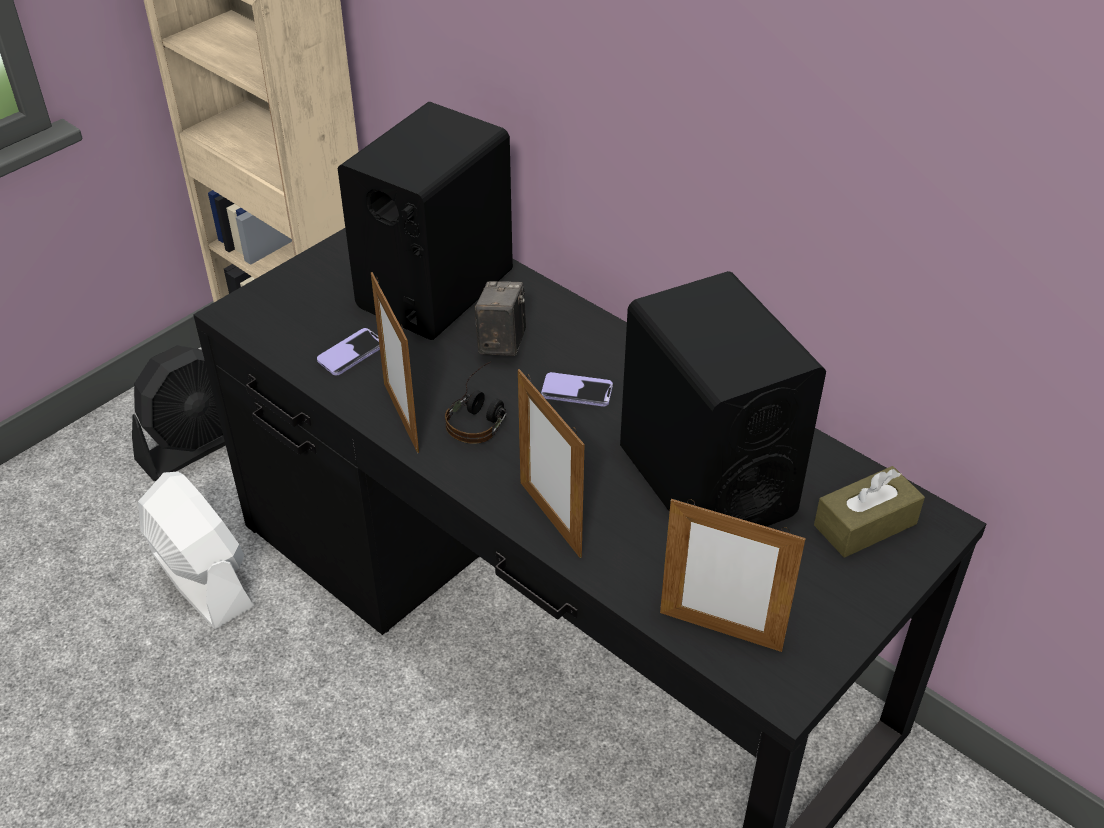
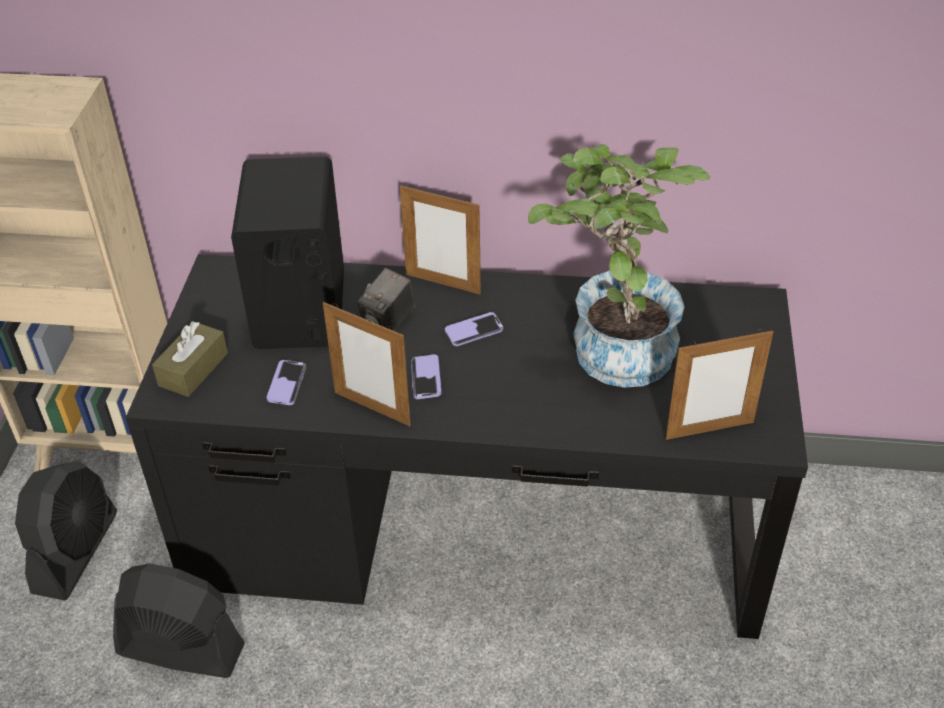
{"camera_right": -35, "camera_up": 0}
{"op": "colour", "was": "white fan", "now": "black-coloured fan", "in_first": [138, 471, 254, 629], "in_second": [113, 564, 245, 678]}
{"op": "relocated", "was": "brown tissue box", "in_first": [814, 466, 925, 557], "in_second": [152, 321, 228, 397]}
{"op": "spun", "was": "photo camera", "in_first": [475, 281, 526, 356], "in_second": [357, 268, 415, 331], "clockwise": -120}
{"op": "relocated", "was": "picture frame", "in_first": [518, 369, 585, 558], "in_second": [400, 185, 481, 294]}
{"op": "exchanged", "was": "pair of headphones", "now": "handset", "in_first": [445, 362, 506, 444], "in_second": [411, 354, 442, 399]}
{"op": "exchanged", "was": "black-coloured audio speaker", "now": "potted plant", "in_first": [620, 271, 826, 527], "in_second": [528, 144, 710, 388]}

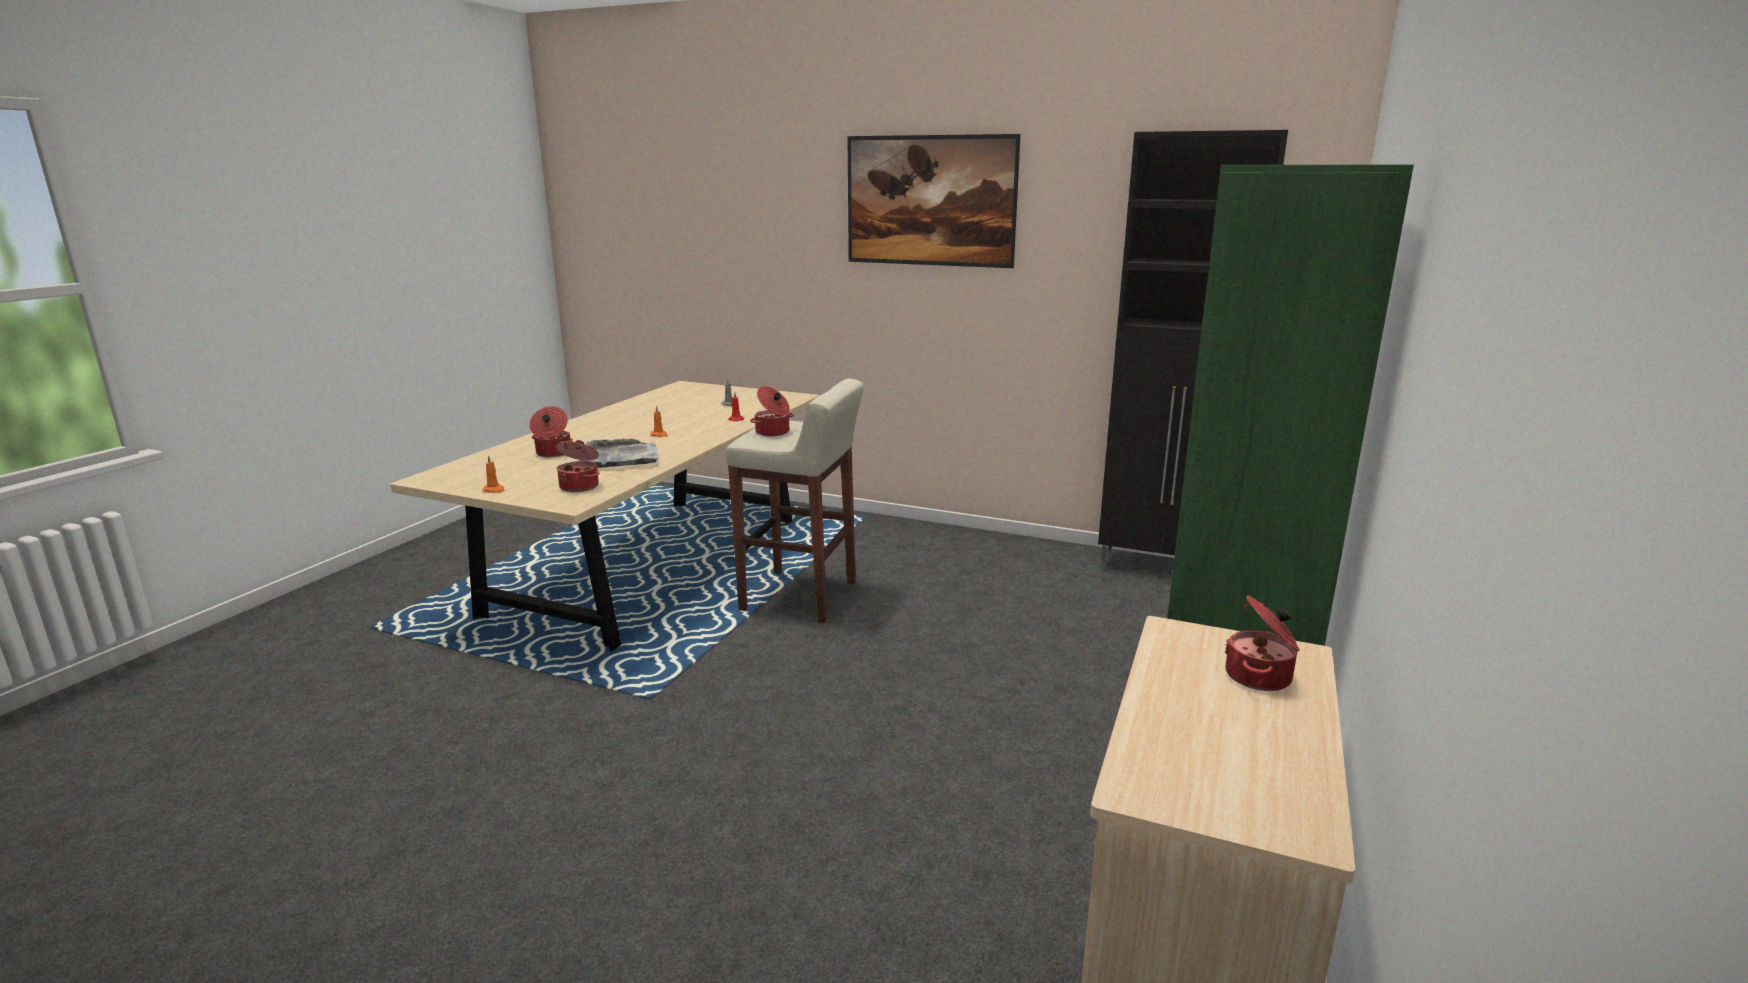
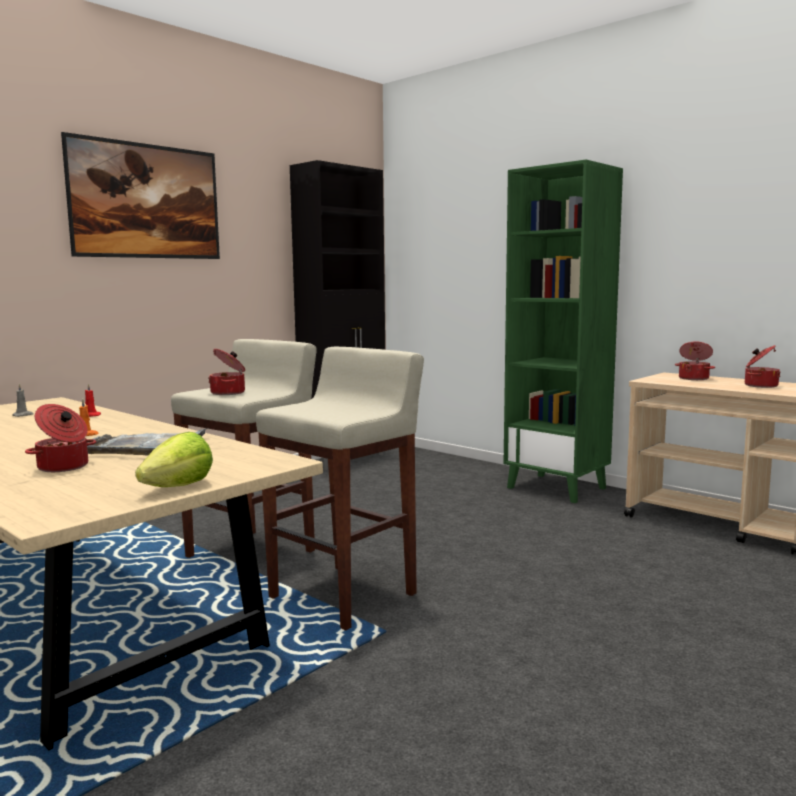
{"camera_right": -70, "camera_up": -10}
{"op": "exchanged", "was": "orangey wax light", "now": "lettuce", "in_first": [482, 455, 505, 493], "in_second": [135, 432, 213, 487]}
{"op": "appeared", "now": "beige-coloured sitting stool", "in_second": [256, 347, 424, 630]}
{"op": "relocated", "was": "stockpot", "in_first": [556, 440, 599, 492], "in_second": [745, 345, 781, 388]}

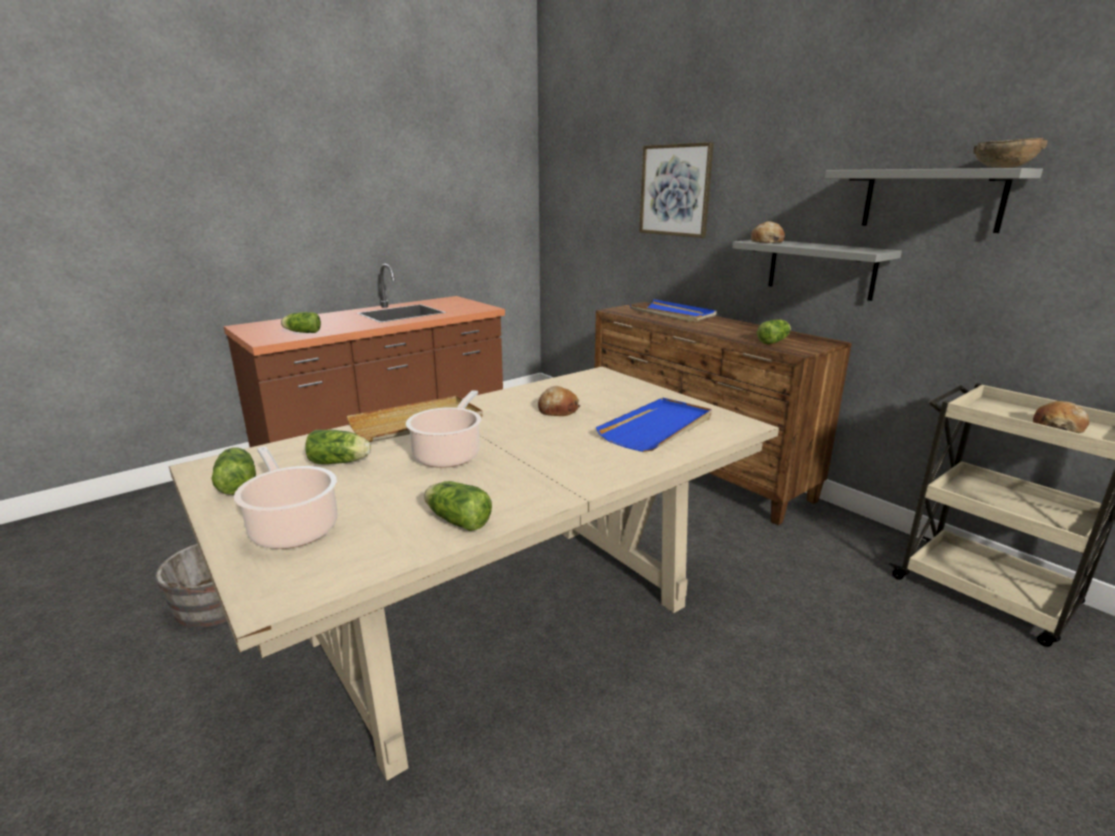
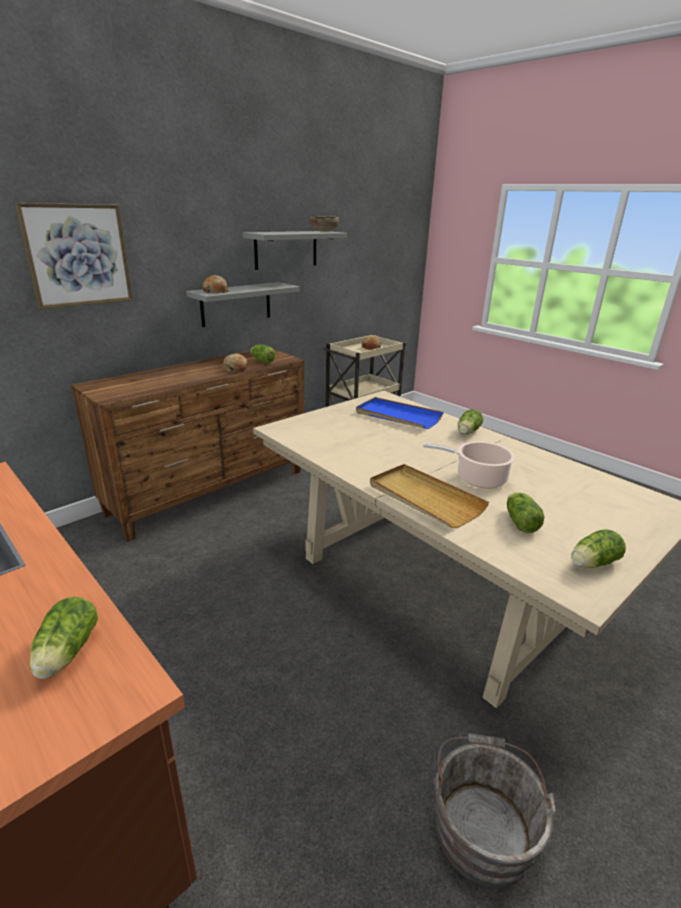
{"camera_right": -95, "camera_up": 5}
{"op": "relocated", "was": "bread", "in_first": [538, 386, 580, 416], "in_second": [223, 353, 248, 372]}
{"op": "relocated", "was": "lettuce", "in_first": [424, 481, 492, 531], "in_second": [458, 409, 483, 434]}
{"op": "missing", "was": "stockpot", "in_first": [234, 446, 337, 549]}
{"op": "missing", "was": "blue carrying tray", "in_first": [630, 299, 717, 323]}

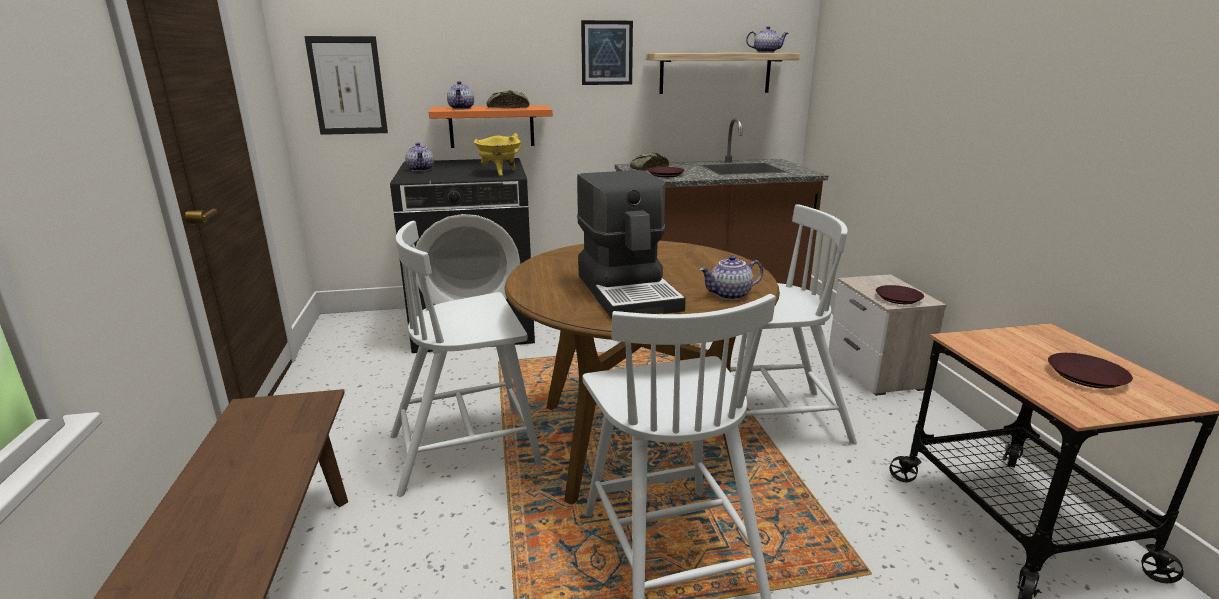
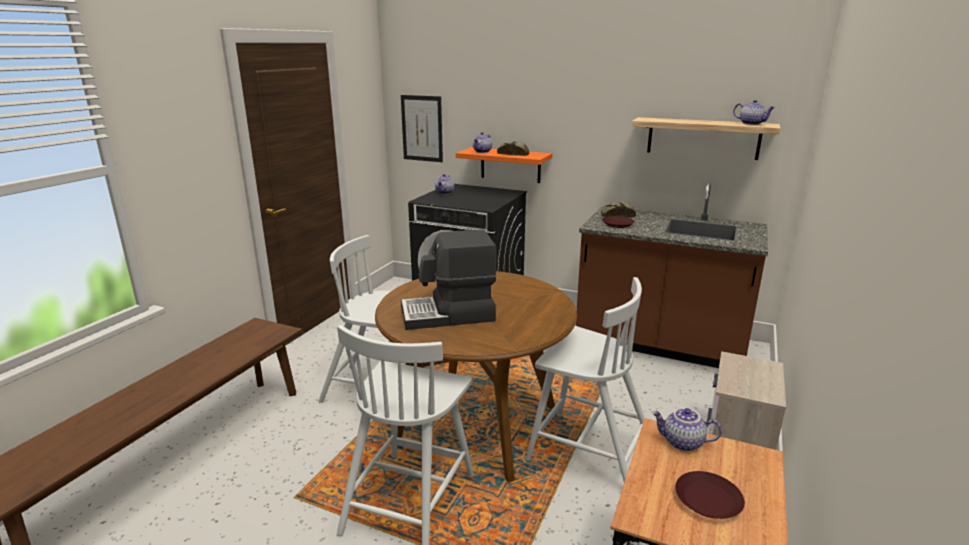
{"camera_right": 35, "camera_up": 0}
{"op": "spun", "was": "coffee maker", "in_first": [577, 170, 686, 319], "in_second": [401, 229, 496, 330], "clockwise": 60}
{"op": "relocated", "was": "pot for tea", "in_first": [699, 255, 763, 300], "in_second": [651, 408, 722, 451]}
{"op": "missing", "was": "yellowish stockpot", "in_first": [474, 133, 521, 176]}
{"op": "missing", "was": "wall picture", "in_first": [581, 20, 633, 85]}
{"op": "missing", "was": "brown plate", "in_first": [876, 285, 924, 304]}

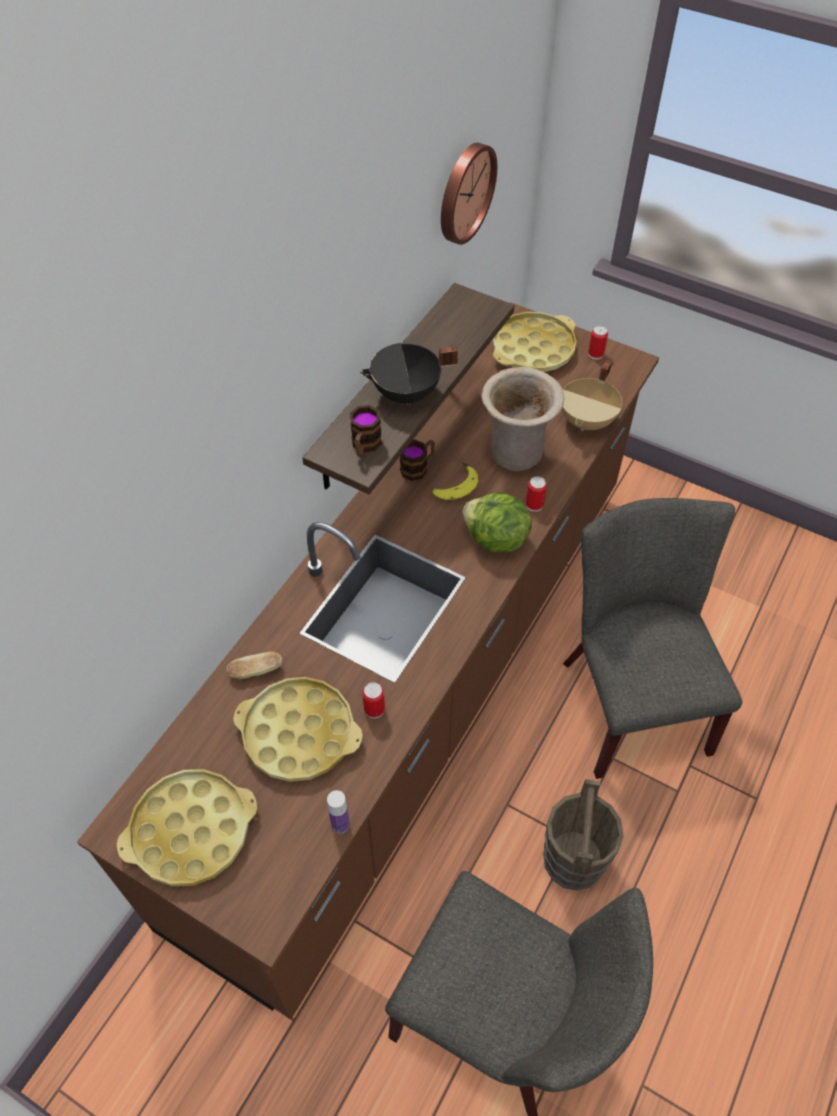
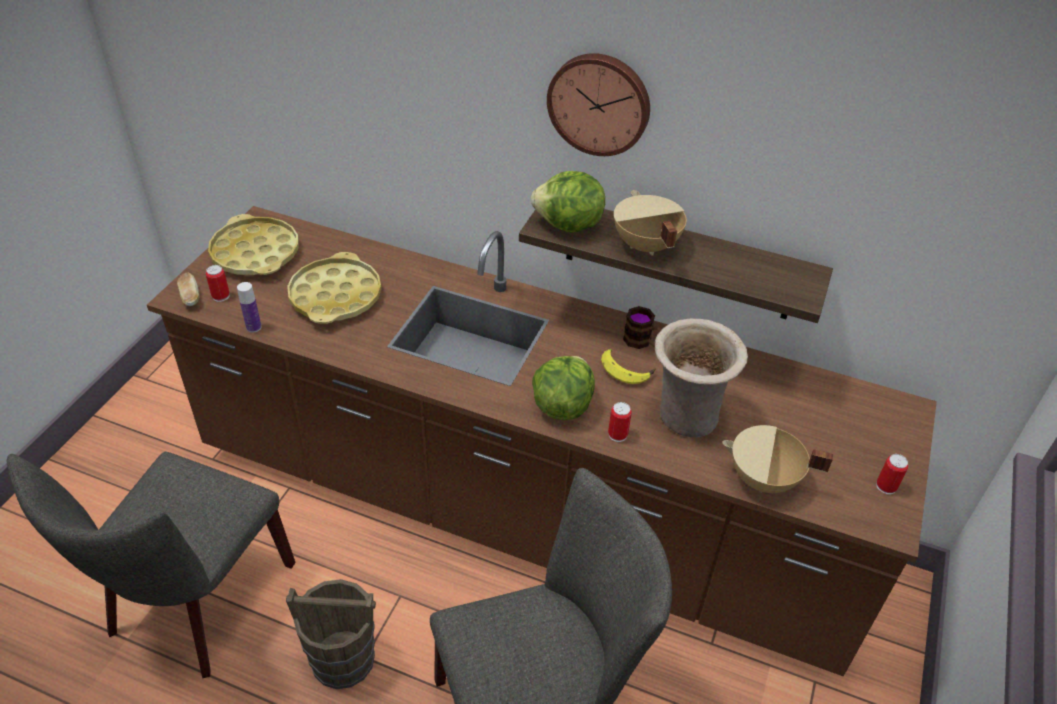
{"camera_right": 80, "camera_up": -10}
{"op": "relocated", "was": "bread", "in_first": [227, 651, 282, 679], "in_second": [177, 273, 199, 306]}
{"op": "relocated", "was": "sealed can", "in_first": [362, 682, 385, 719], "in_second": [206, 265, 230, 302]}
{"op": "exchanged", "was": "coffee mug", "now": "lettuce", "in_first": [350, 405, 382, 456], "in_second": [531, 171, 605, 233]}
{"op": "relocated", "was": "hanging clock", "in_first": [441, 143, 497, 245], "in_second": [547, 53, 650, 156]}
{"op": "colour", "was": "black-coloured stockpot", "now": "beige-coloured stockpot", "in_first": [360, 343, 458, 406], "in_second": [614, 190, 687, 256]}
{"op": "missing", "was": "yellowish carrying tray", "in_first": [493, 312, 577, 372]}

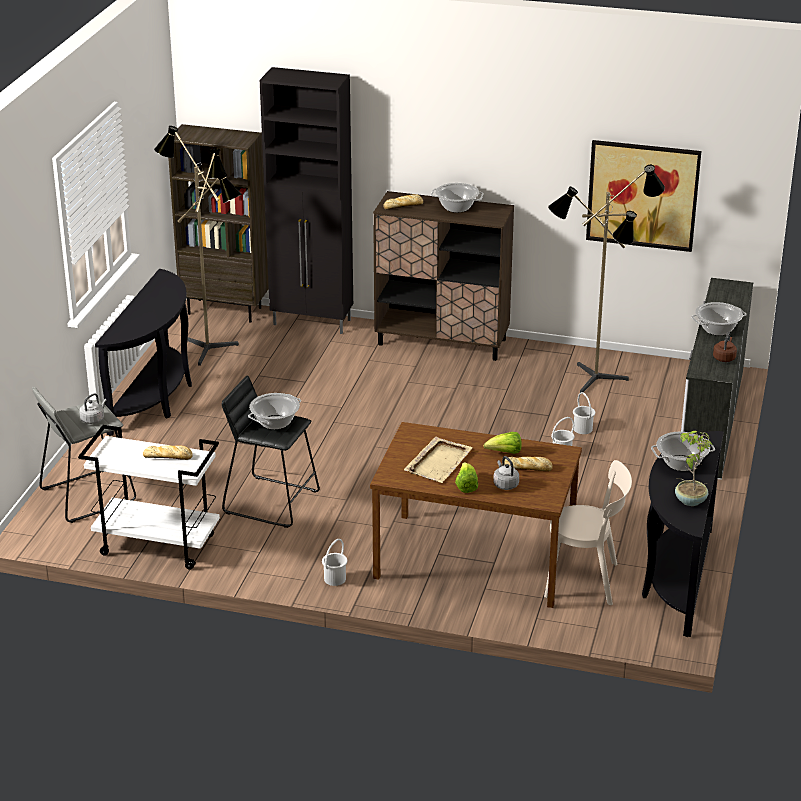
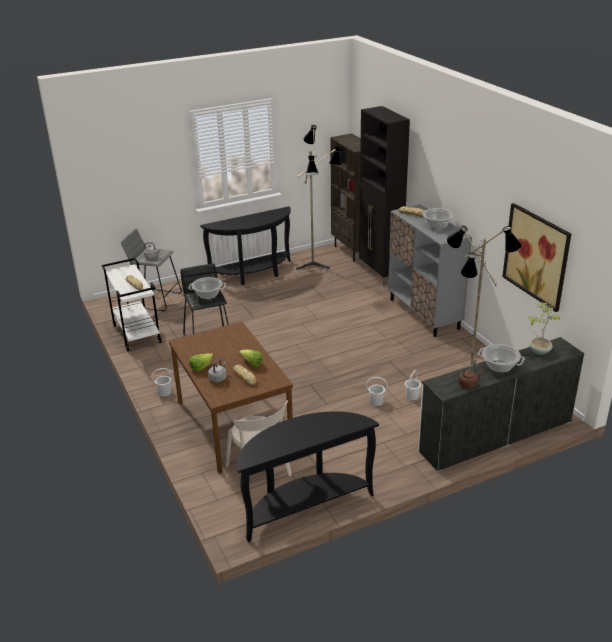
{"camera_right": 50, "camera_up": 0}
{"op": "colour", "was": "brown cabinet", "now": "gray cabinet", "in_first": [373, 191, 514, 361], "in_second": [388, 204, 472, 337]}
{"op": "relocated", "was": "potted plant", "in_first": [675, 431, 713, 506], "in_second": [528, 302, 560, 355]}
{"op": "missing", "was": "beige-coloured carrying tray", "in_first": [404, 437, 473, 483]}
{"op": "missing", "was": "stockpot", "in_first": [651, 432, 715, 471]}

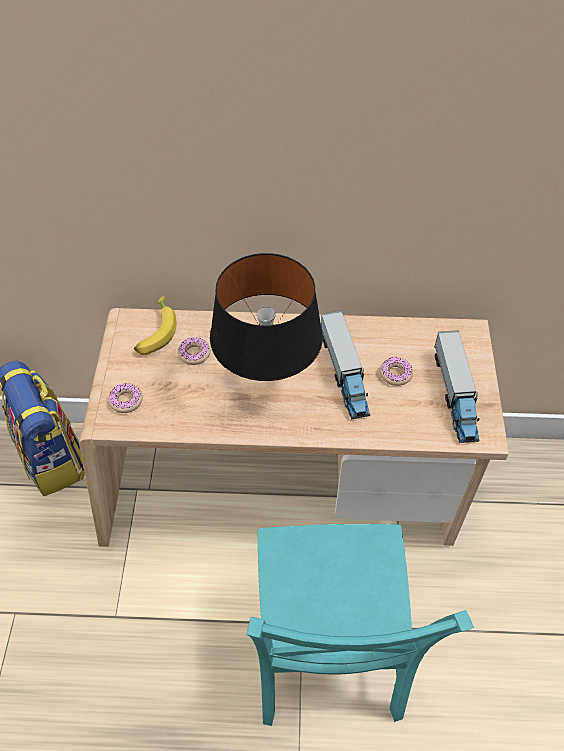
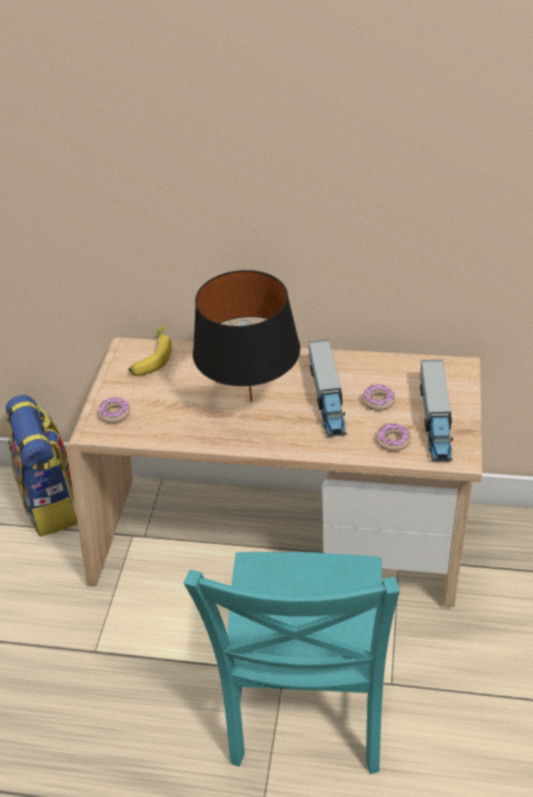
{"camera_right": 10, "camera_up": -10}
{"op": "relocated", "was": "doughnut", "in_first": [178, 337, 210, 365], "in_second": [376, 423, 411, 451]}

